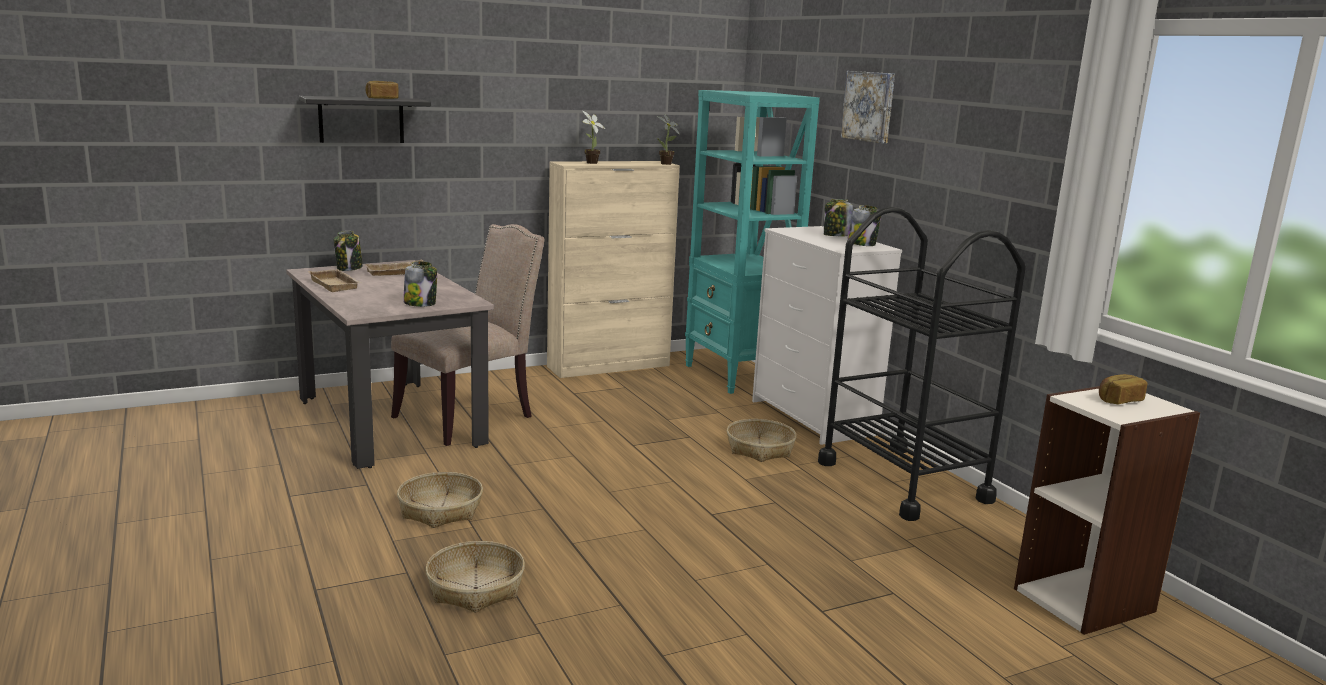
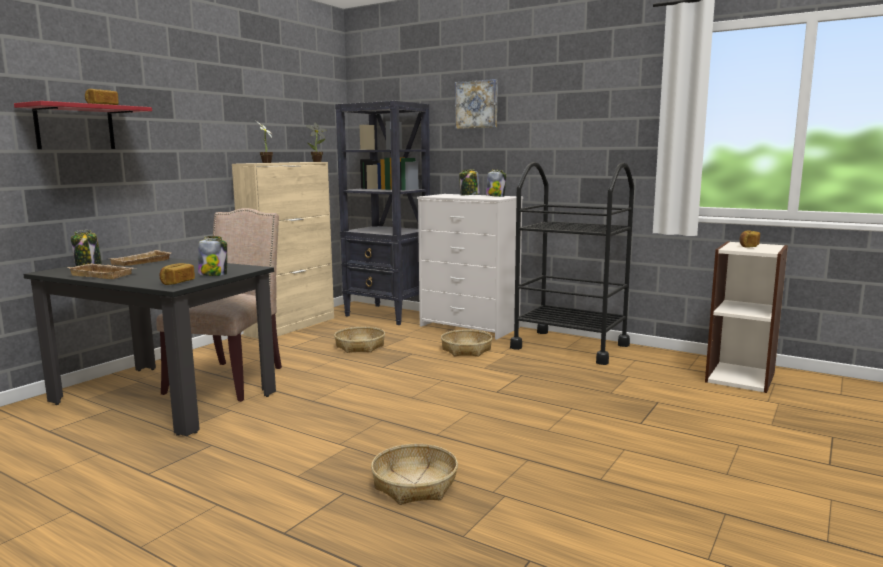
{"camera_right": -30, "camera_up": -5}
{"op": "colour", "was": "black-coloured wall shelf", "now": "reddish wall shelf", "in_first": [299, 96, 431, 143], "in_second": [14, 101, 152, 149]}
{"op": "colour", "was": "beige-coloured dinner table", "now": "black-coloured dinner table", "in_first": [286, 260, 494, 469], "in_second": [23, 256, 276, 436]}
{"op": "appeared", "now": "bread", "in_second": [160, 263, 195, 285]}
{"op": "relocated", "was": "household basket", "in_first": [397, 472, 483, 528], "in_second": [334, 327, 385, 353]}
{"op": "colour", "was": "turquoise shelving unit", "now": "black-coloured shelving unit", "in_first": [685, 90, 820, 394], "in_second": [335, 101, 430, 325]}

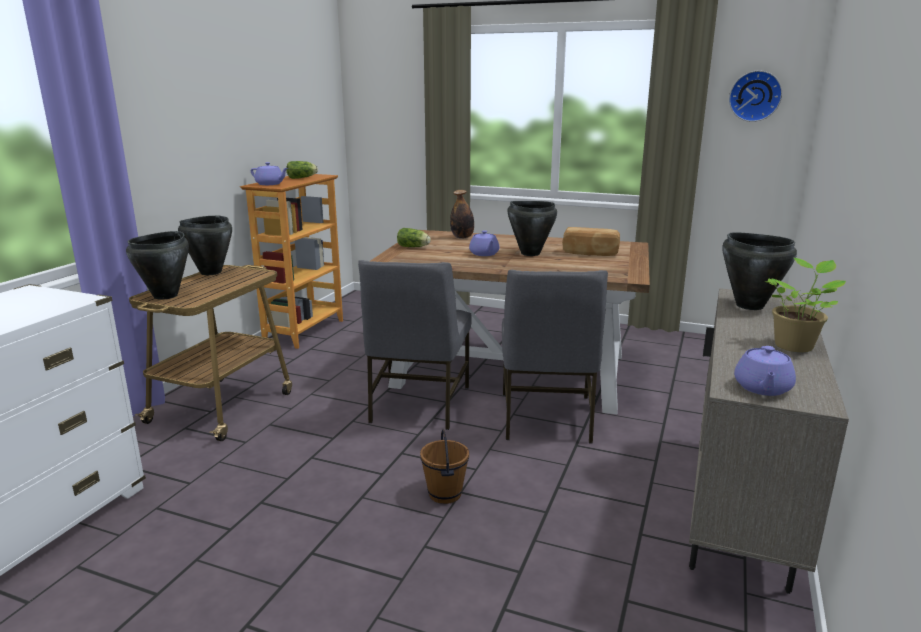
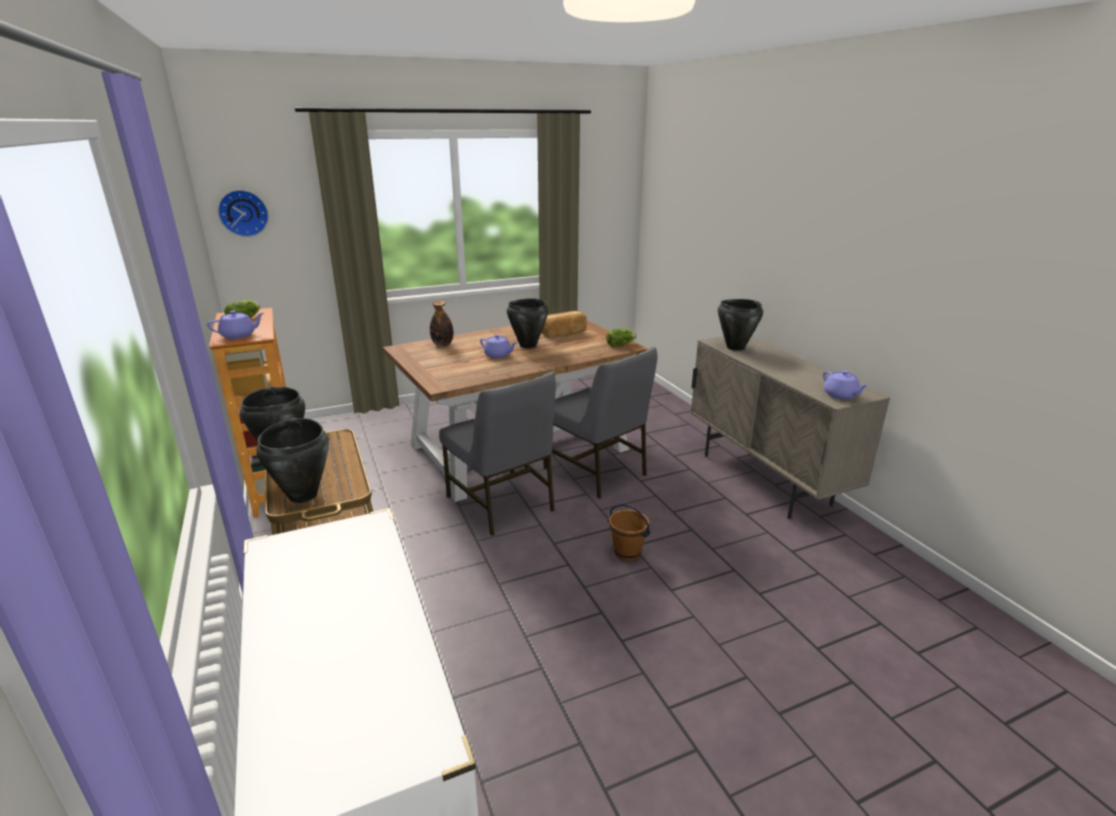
{"camera_right": -45, "camera_up": 5}
{"op": "relocated", "was": "hanging clock", "in_first": [729, 70, 782, 122], "in_second": [218, 190, 269, 237]}
{"op": "relocated", "was": "lettuce", "in_first": [397, 228, 431, 247], "in_second": [606, 329, 636, 347]}
{"op": "missing", "was": "potted plant", "in_first": [764, 258, 846, 352]}

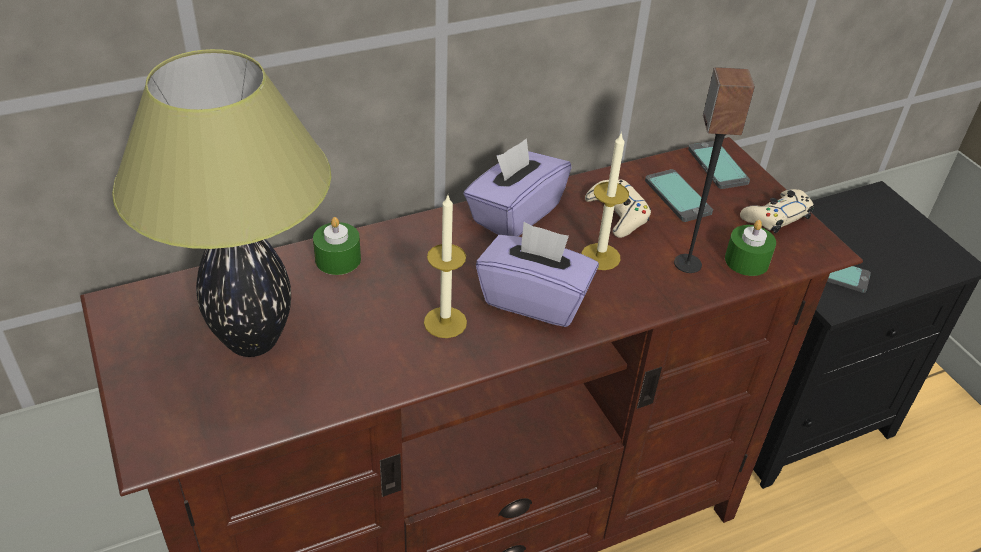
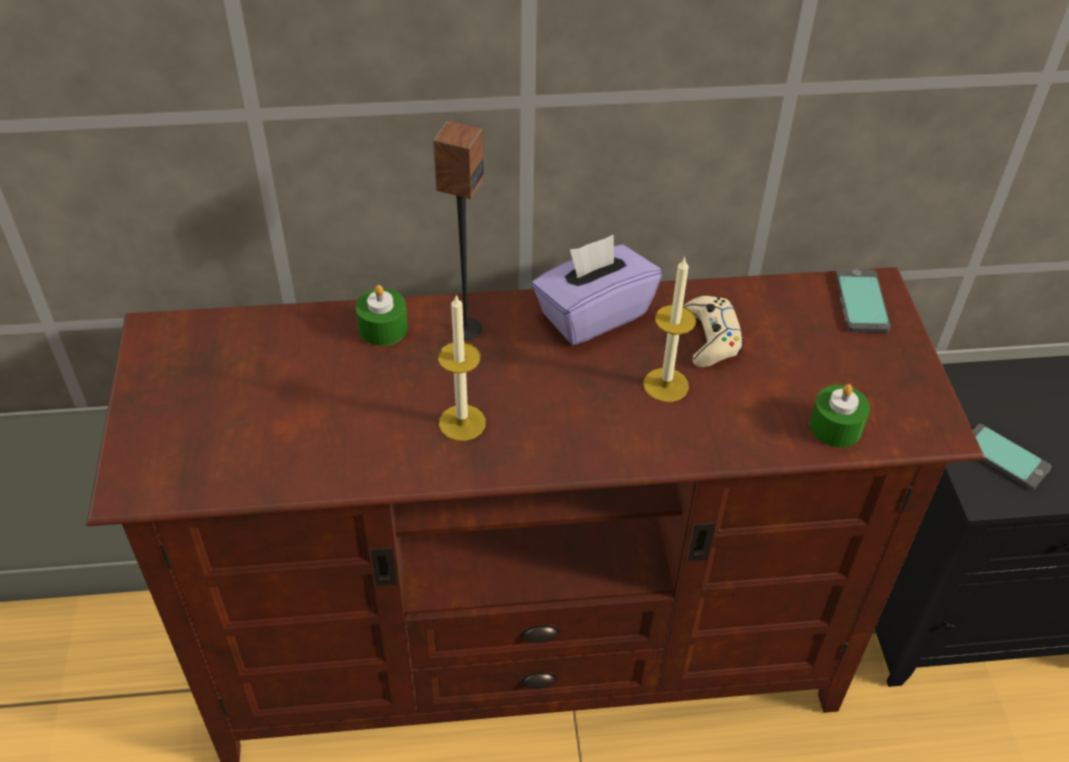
{"camera_right": 20, "camera_up": 5}
{"op": "relocated", "was": "audio speaker", "in_first": [674, 67, 755, 273], "in_second": [433, 121, 484, 340]}
{"op": "missing", "was": "lamp for a table", "in_first": [112, 49, 331, 357]}
{"op": "missing", "was": "purple tissue box", "in_first": [476, 222, 599, 327]}
{"op": "missing", "was": "handset", "in_first": [645, 169, 713, 222]}
{"op": "missing", "was": "beige-coloured gamepad", "in_first": [740, 189, 814, 233]}

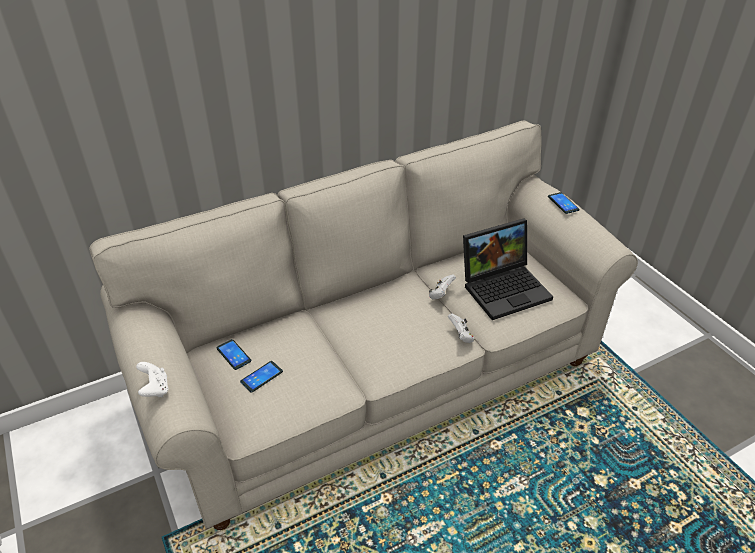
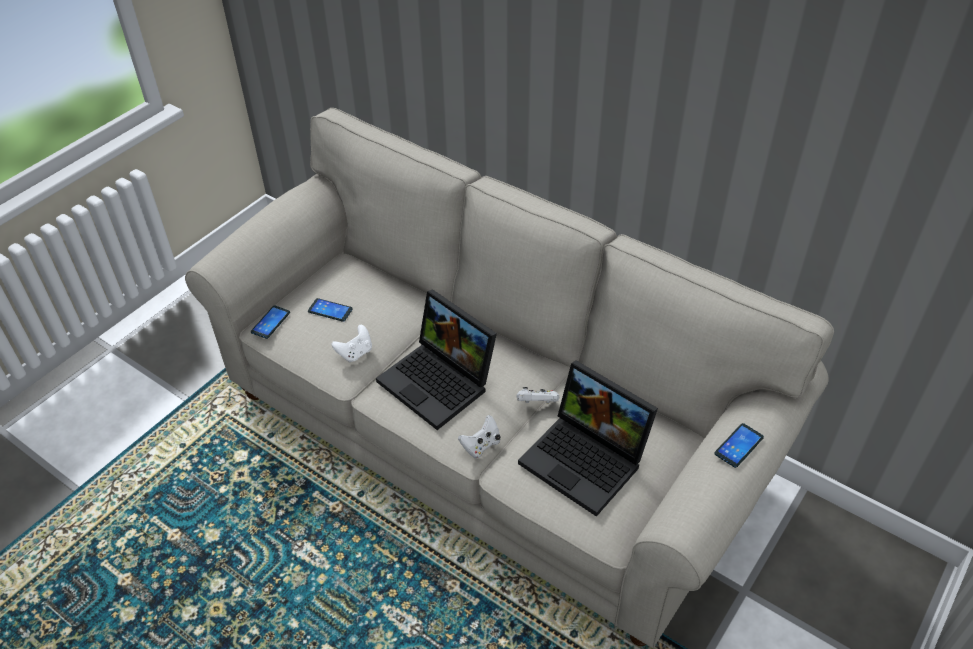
{"camera_right": 65, "camera_up": 5}
{"op": "relocated", "was": "handset", "in_first": [217, 339, 251, 370], "in_second": [251, 306, 290, 339]}
{"op": "relocated", "was": "white gamepad", "in_first": [136, 362, 169, 397], "in_second": [332, 325, 372, 362]}
{"op": "appeared", "now": "laptop", "in_second": [376, 289, 497, 430]}

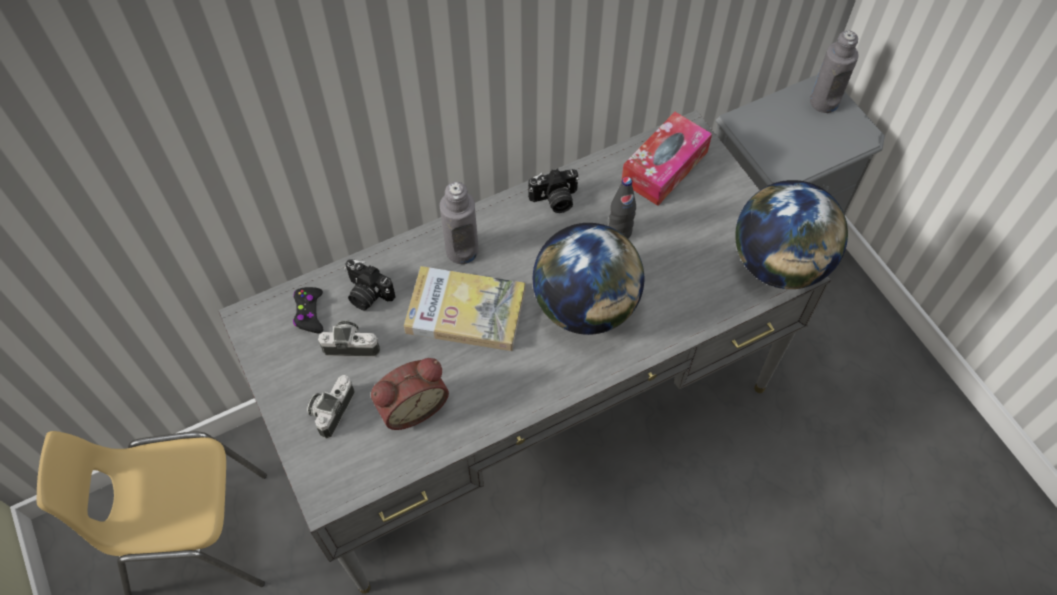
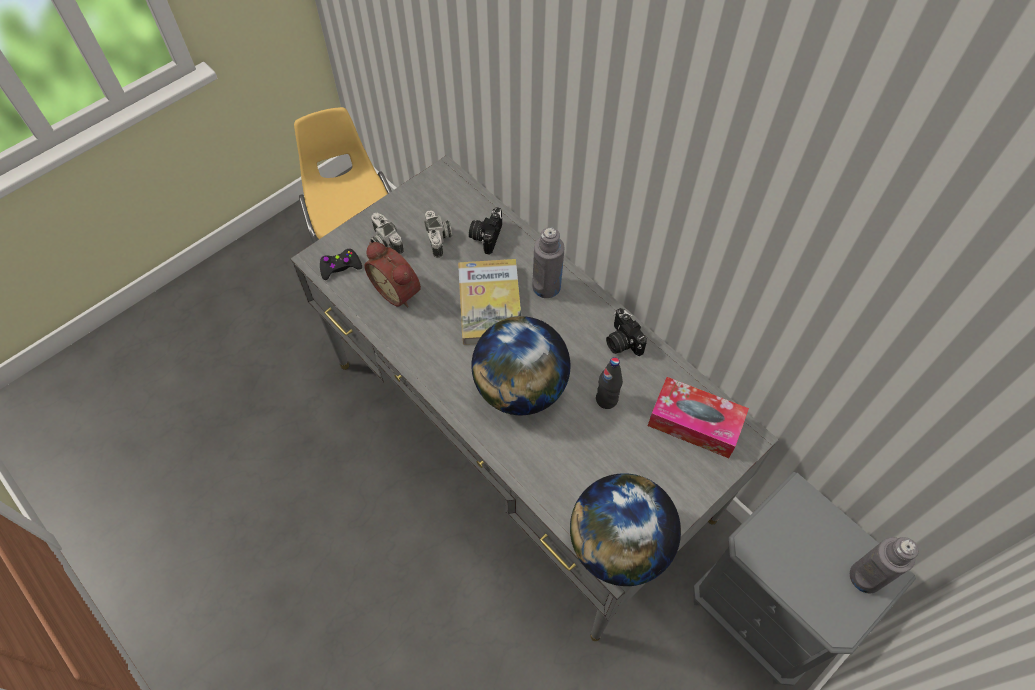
{"camera_right": 75, "camera_up": 0}
{"op": "relocated", "was": "black-coloured gamepad", "in_first": [293, 287, 323, 333], "in_second": [320, 248, 362, 280]}
{"op": "spun", "was": "photo camera", "in_first": [307, 375, 355, 439], "in_second": [371, 213, 404, 255], "clockwise": -135}

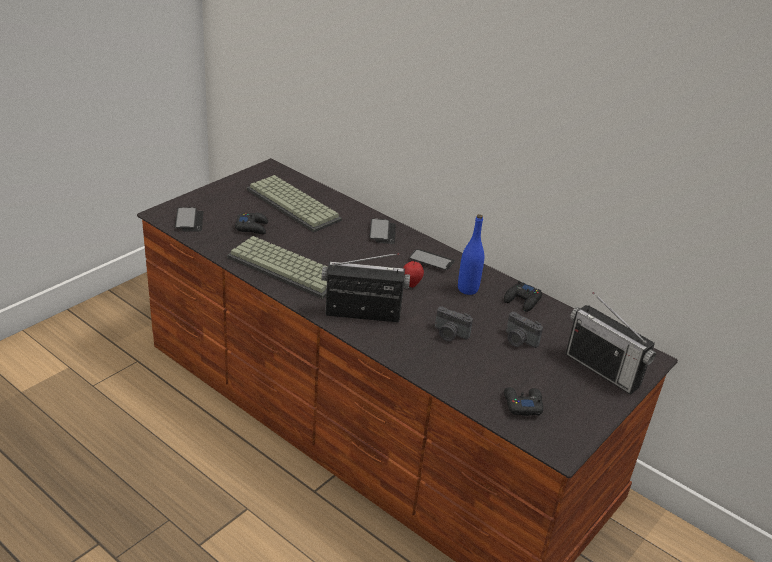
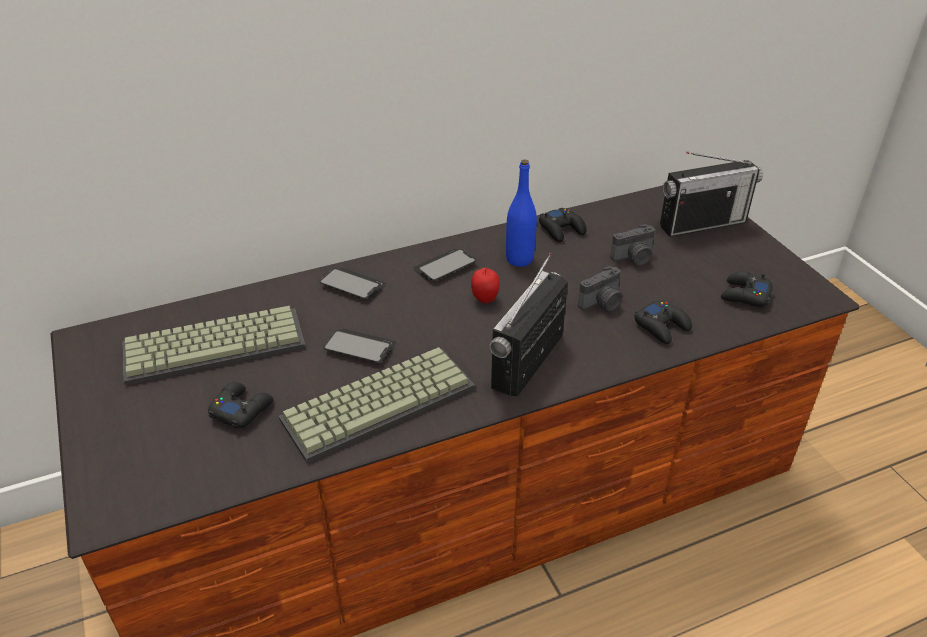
{"camera_right": -60, "camera_up": 5}
{"op": "relocated", "was": "handset", "in_first": [175, 207, 203, 231], "in_second": [323, 329, 396, 363]}
{"op": "appeared", "now": "black-coloured gamepad", "in_second": [634, 300, 692, 344]}

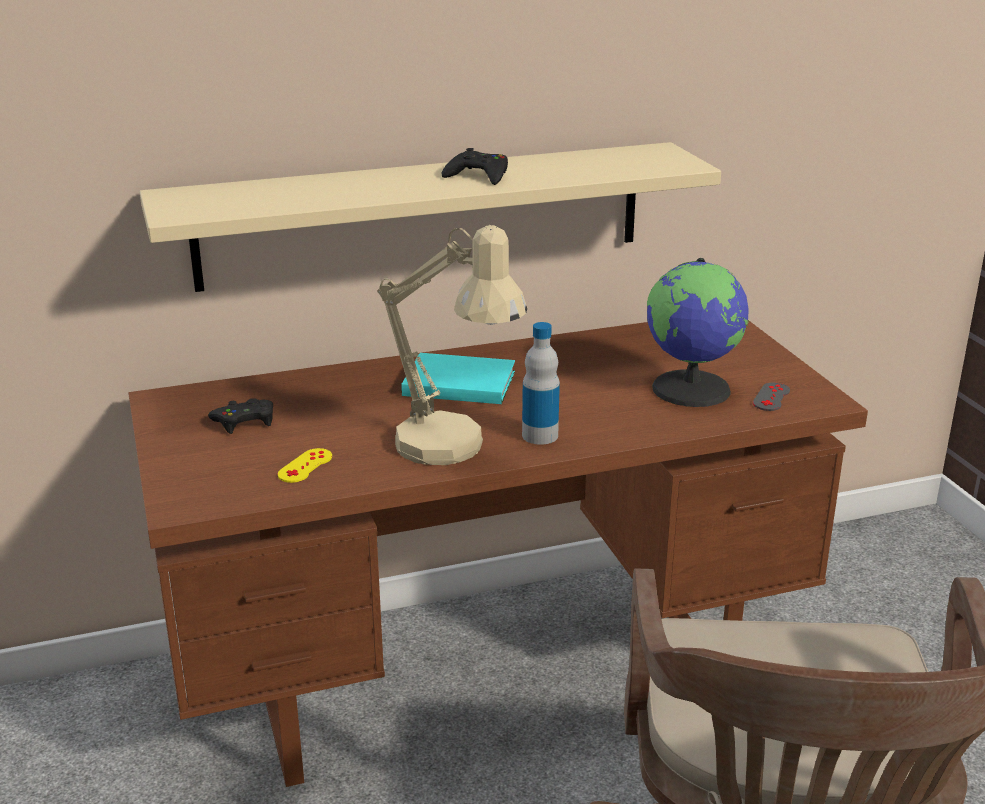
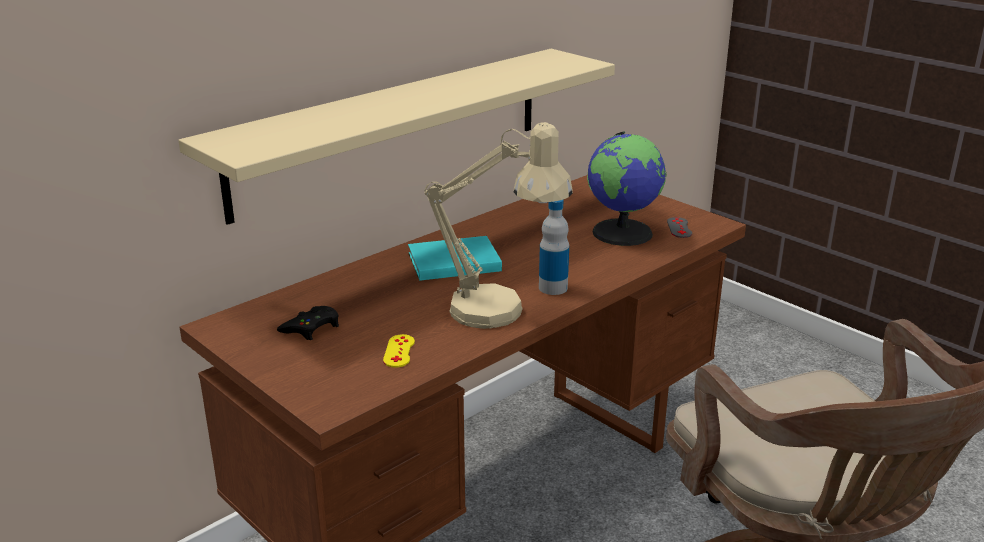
{"camera_right": -25, "camera_up": 0}
{"op": "missing", "was": "black-coloured gamepad", "in_first": [442, 148, 508, 185]}

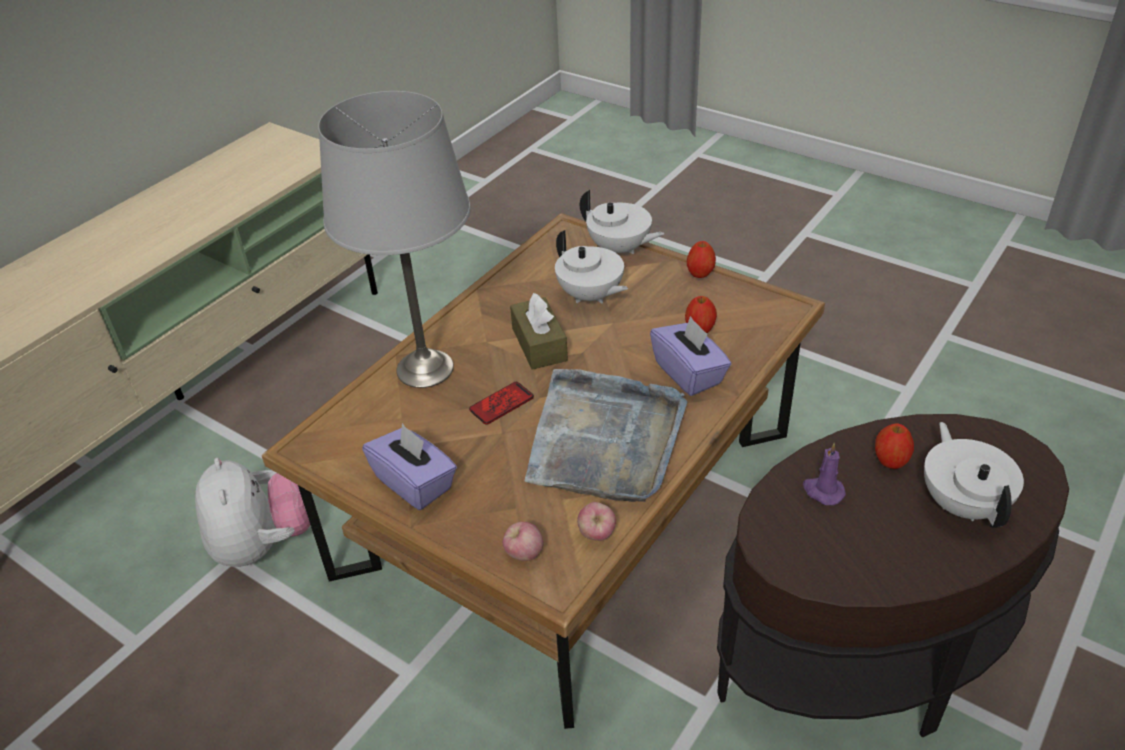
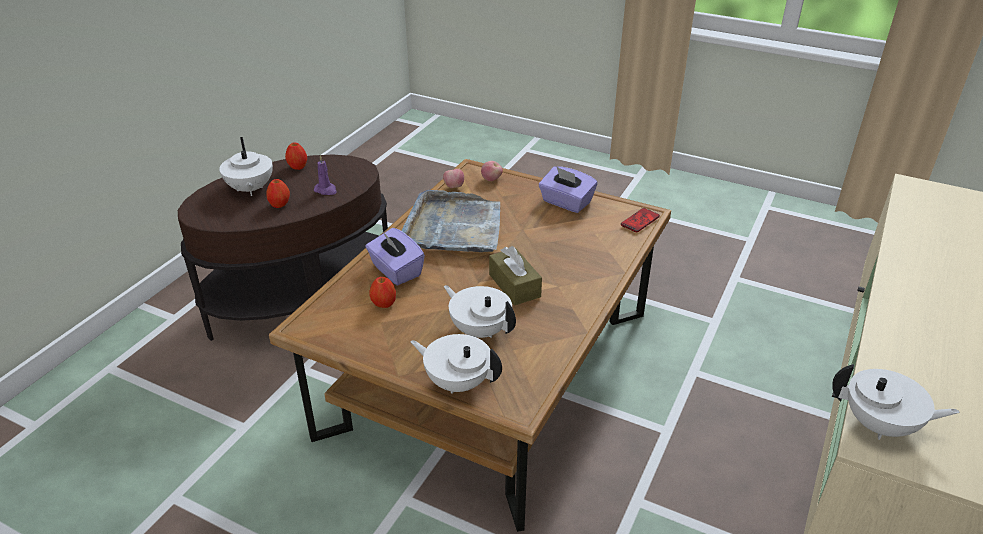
{"camera_right": 170, "camera_up": -5}
{"op": "relocated", "was": "apple", "in_first": [687, 241, 716, 278], "in_second": [285, 142, 307, 170]}
{"op": "relocated", "was": "handset", "in_first": [469, 382, 534, 425], "in_second": [621, 208, 660, 232]}
{"op": "appeared", "now": "white pot for tea", "in_second": [832, 364, 960, 440]}
{"op": "missing", "was": "soft toy", "in_first": [195, 458, 310, 567]}
{"op": "missing", "was": "gray lamp for a table", "in_first": [318, 91, 471, 388]}

